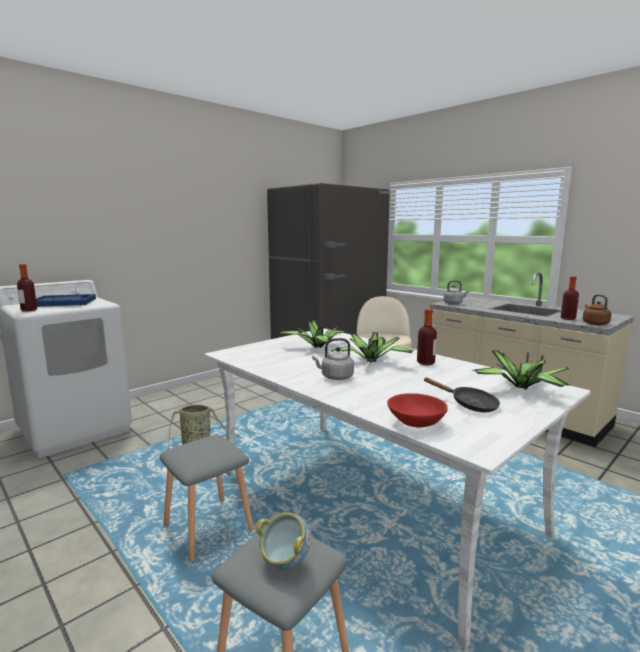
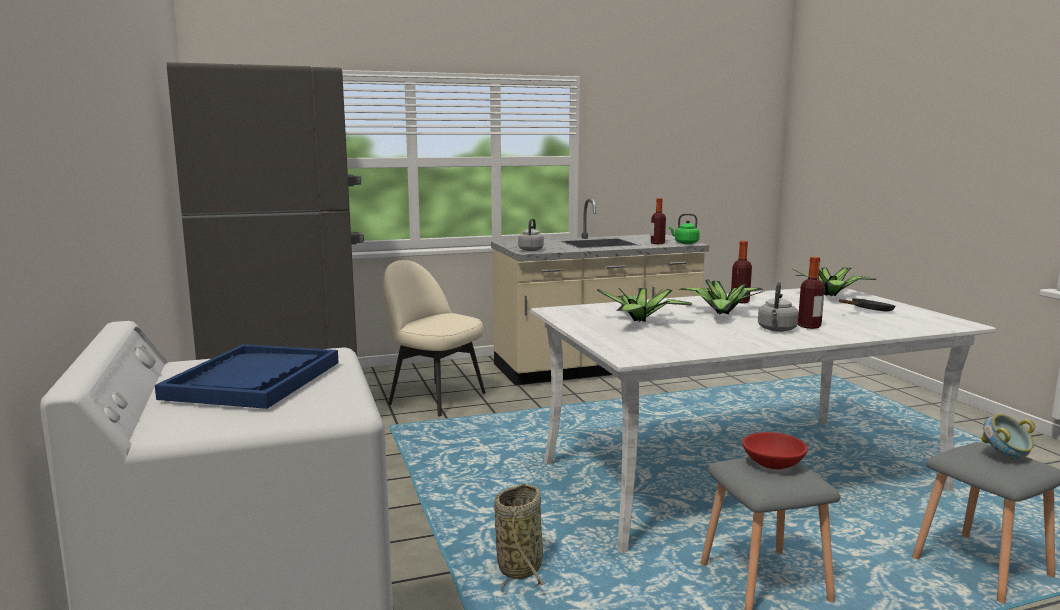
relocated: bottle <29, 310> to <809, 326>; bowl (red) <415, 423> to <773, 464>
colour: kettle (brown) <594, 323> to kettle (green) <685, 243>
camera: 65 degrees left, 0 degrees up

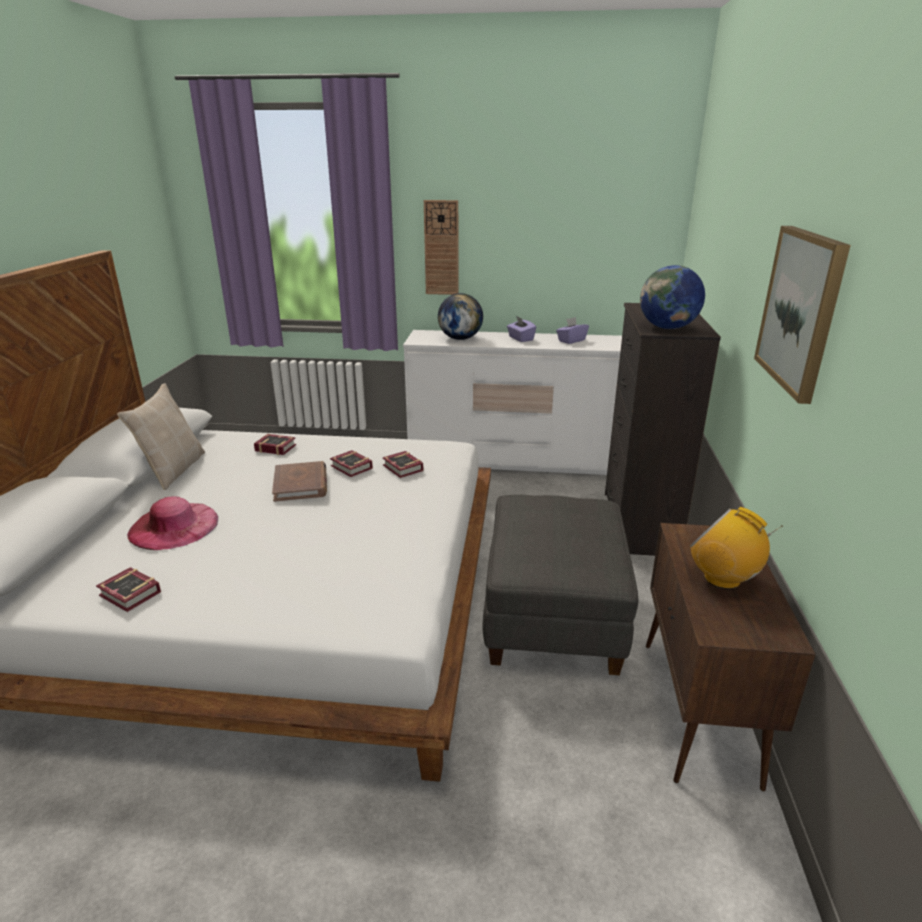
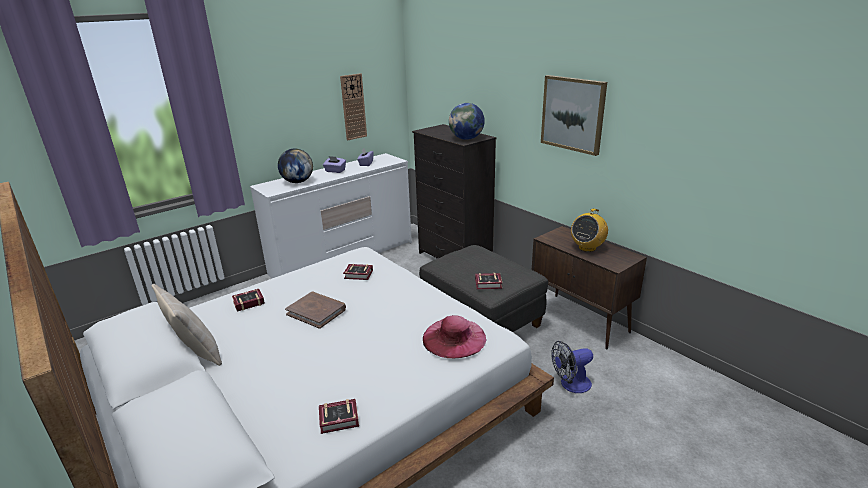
appeared: fan <570, 384>
relocated: hat (pink) <174, 526> to <454, 338>; book <351, 468> to <489, 284>; wall clock <441, 248> to <353, 107>
spun: radio <722, 578> = <587, 248> 45 degrees counterclockwise
camera: 45 degrees left, 0 degrees up

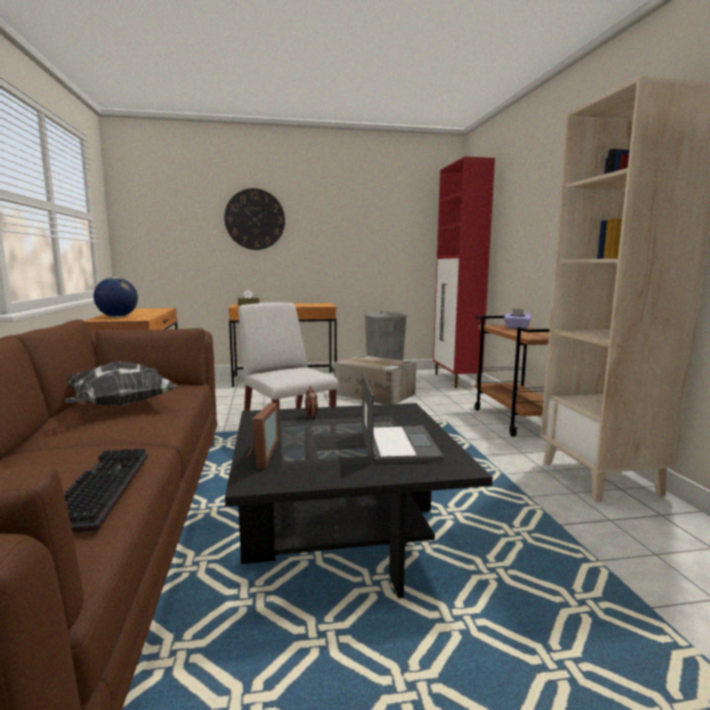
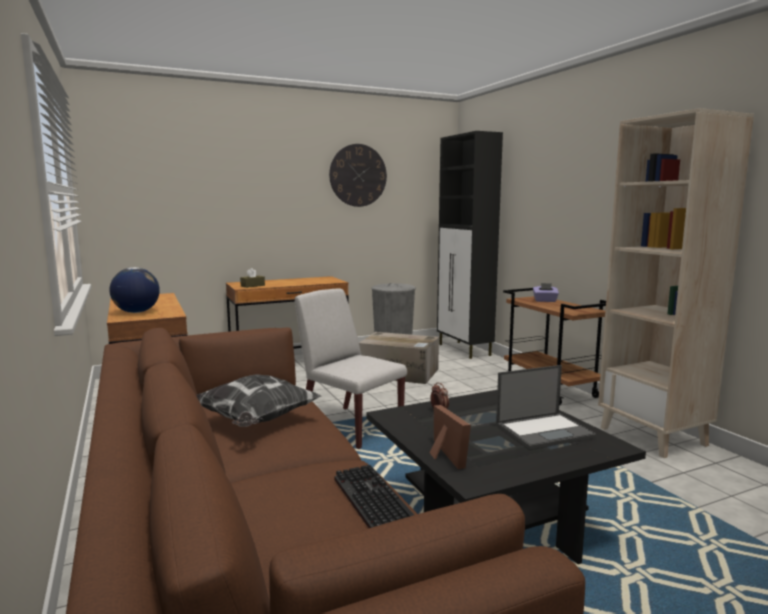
relocated: wall clock <255, 219> to <358, 175>
colour: cabinet (red) <456, 380> to cabinet (black) <464, 350>
spun: laptop <398, 444> = <545, 431> 90 degrees clockwise
camera: 15 degrees left, 0 degrees up

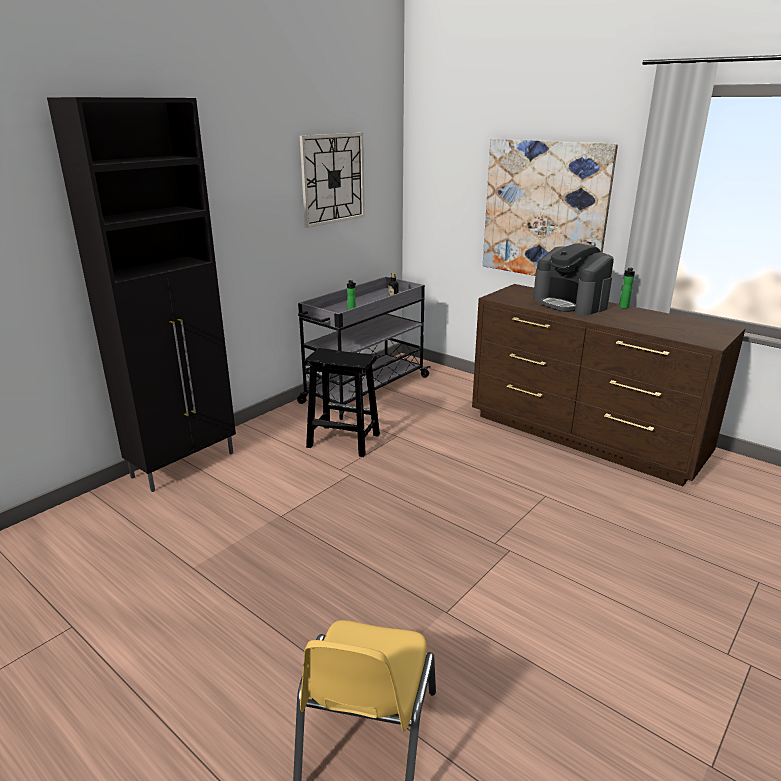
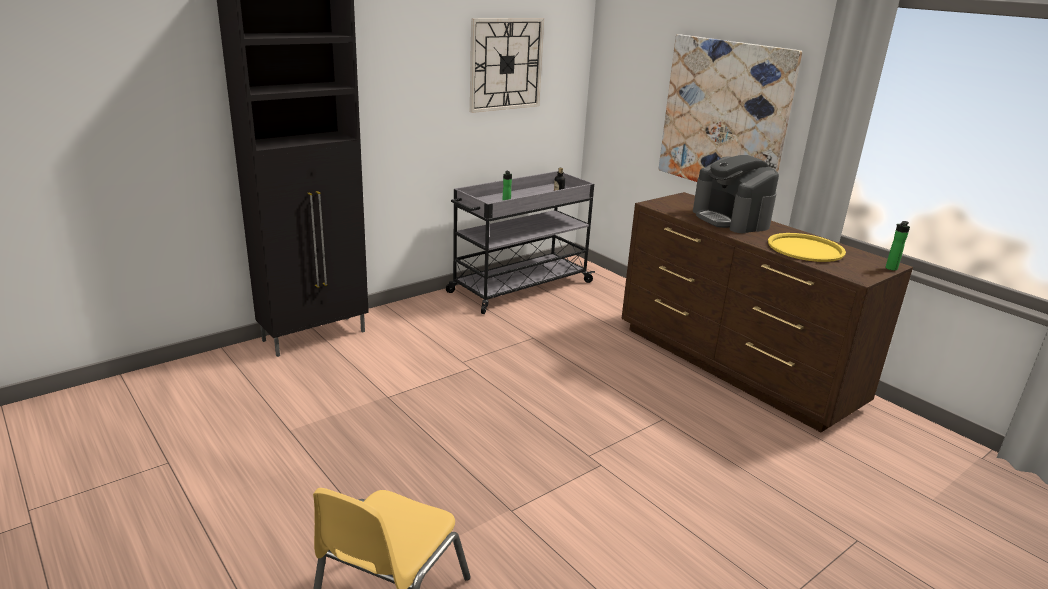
missing: stool (black) <342, 440>
appeared: tray (yellow) <805, 248>
relocated: bottle <623, 307> to <890, 269>
camera: 10 degrees right, 0 degrees up

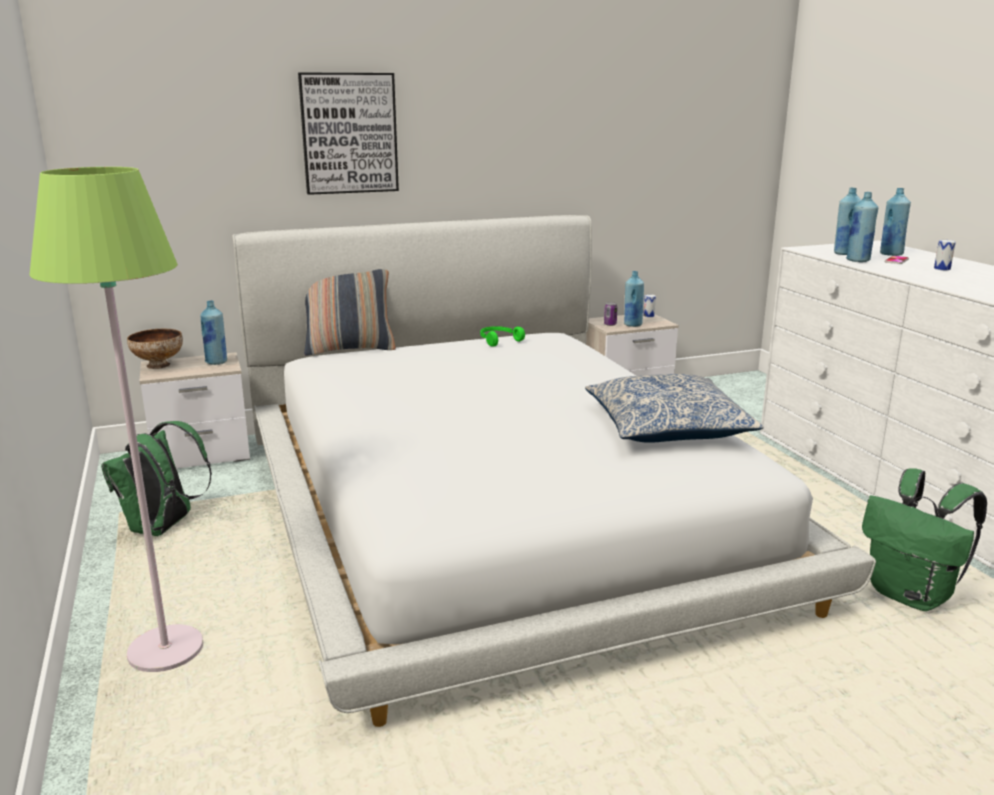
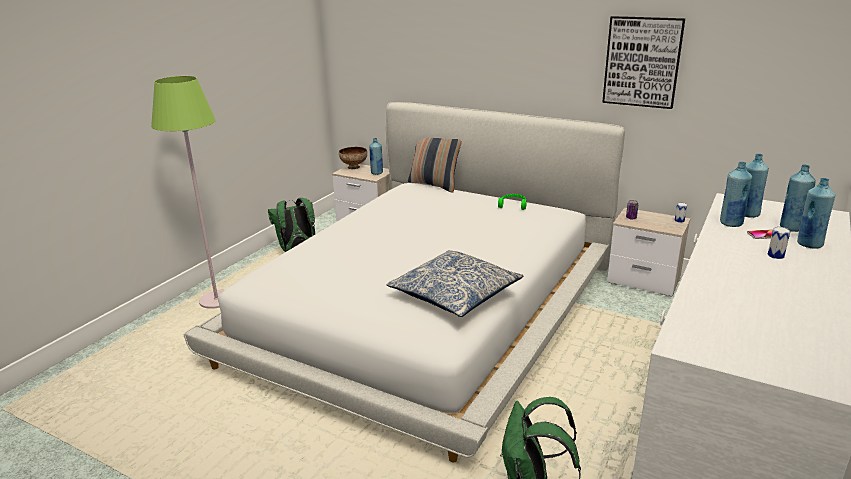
relocated: picture <349, 133> to <642, 62>; bottle (blue) <632, 324> to <809, 244>
camera: 50 degrees right, 5 degrees up

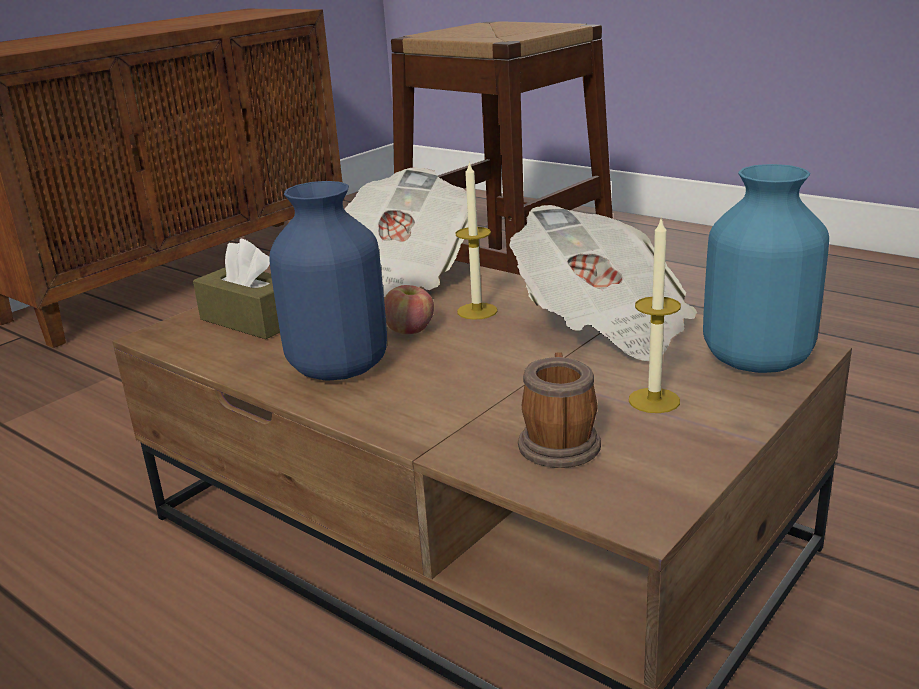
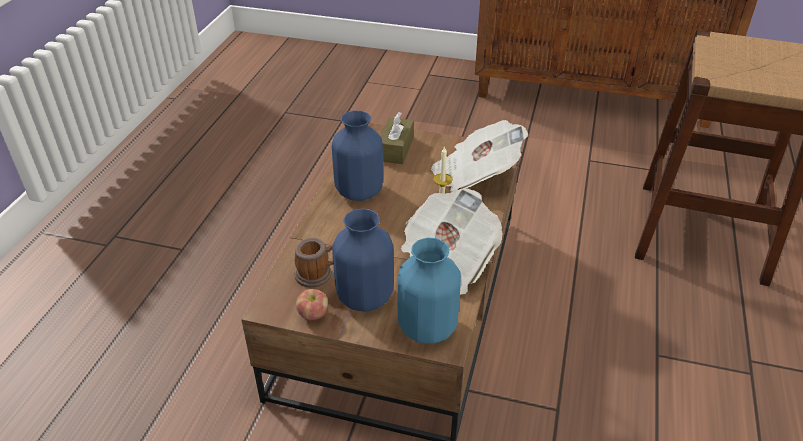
relocated: apple <410, 330> to <313, 315>
exchanged: candle <654, 400> to vase (blue) <365, 297>
camera: 65 degrees right, 15 degrees up

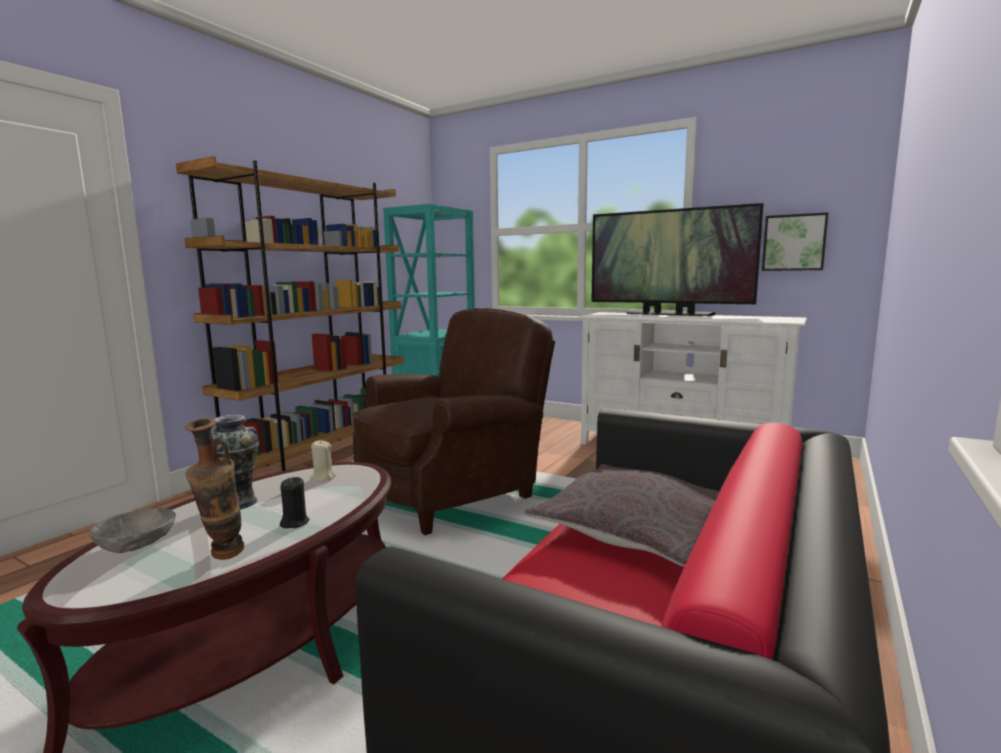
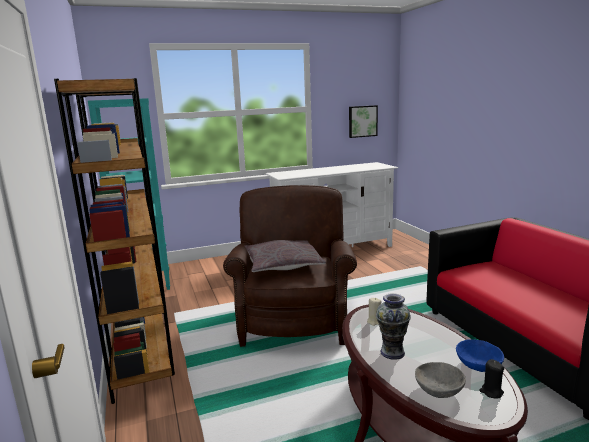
missing: television <668, 314>
relocated: candle (black) <295, 522> to <491, 392>; pillow (grey) <635, 529> to <282, 264>
exchanged: vase <223, 558> to bowl (blue) <477, 365>
camera: 50 degrees left, 5 degrees up

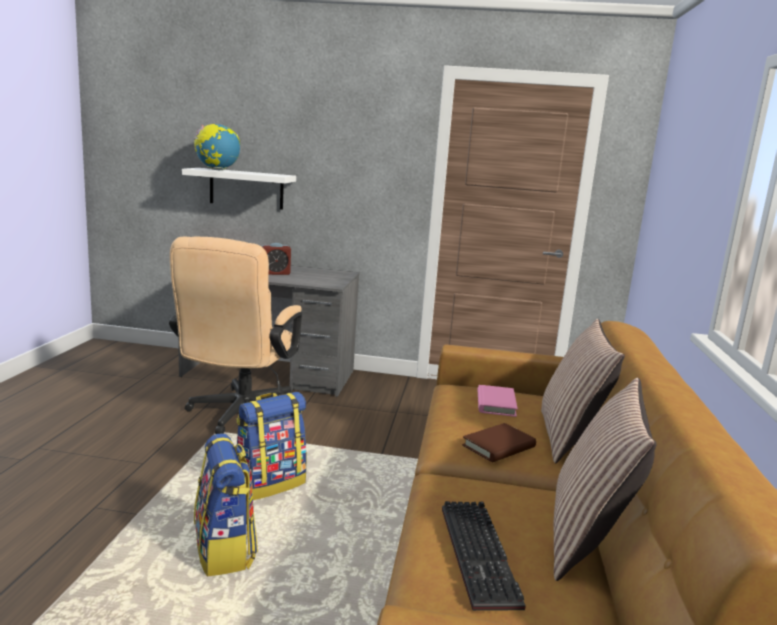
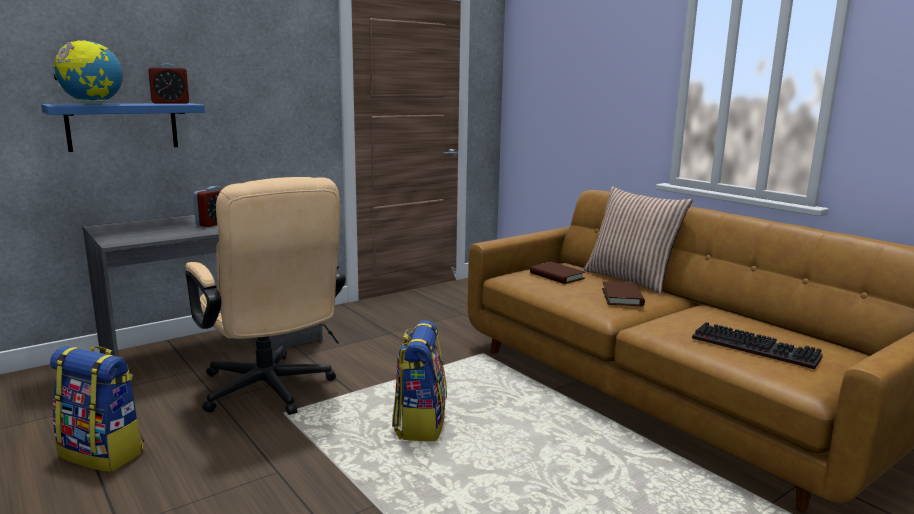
missing: pillow <588, 538>
appeared: alarm clock <170, 103>
relocated: backpack <225, 551> to <103, 453>
colour: shelf (white) <246, 189> to shelf (blue) <122, 126>; book (pink) <496, 404> to book (brown) <556, 276>
camera: 45 degrees left, 0 degrees up

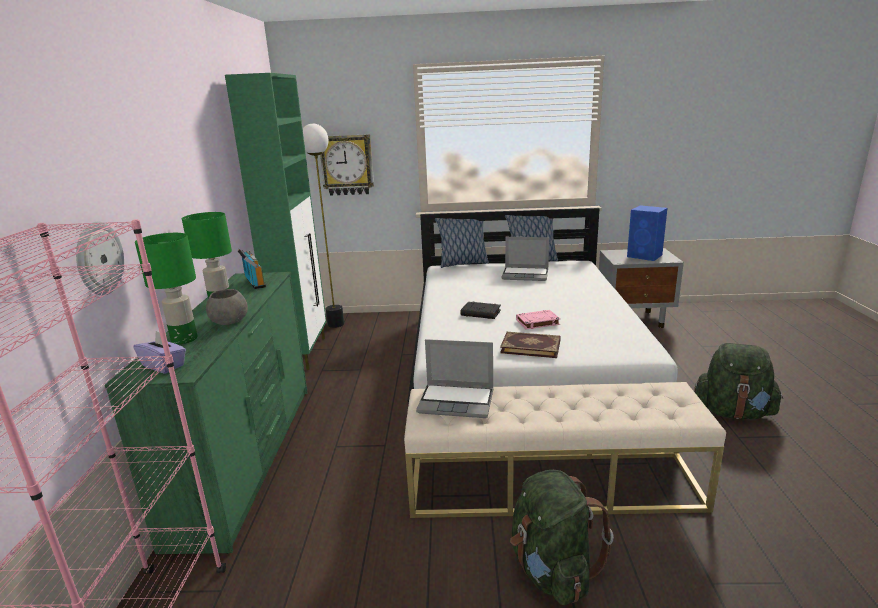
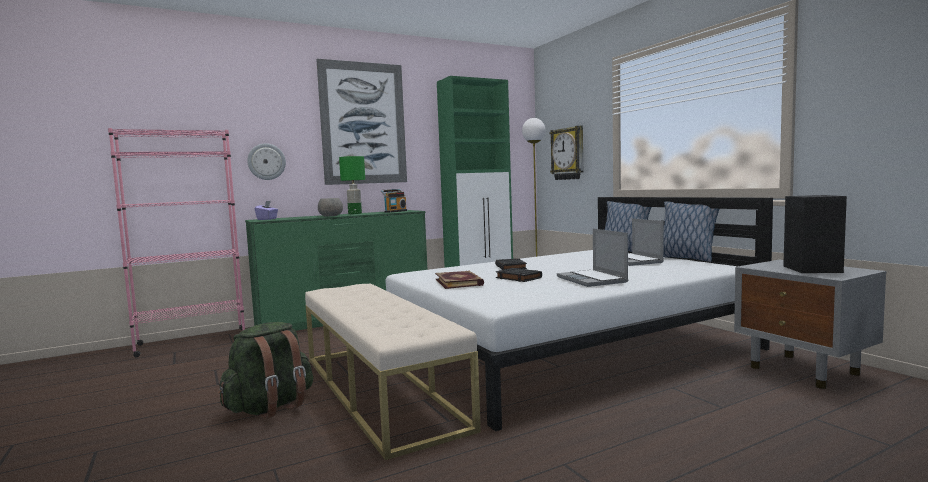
missing: table lamp (green) <185, 339>; backpack (green) <733, 412>
appeared: picture <363, 123>
relocated: laptop <457, 401> to <593, 280>
colour: book (pink) <537, 322> to book (black) <518, 278>; speaker (blue) <645, 256> to speaker (black) <812, 269>
camera: 60 degrees right, 15 degrees down

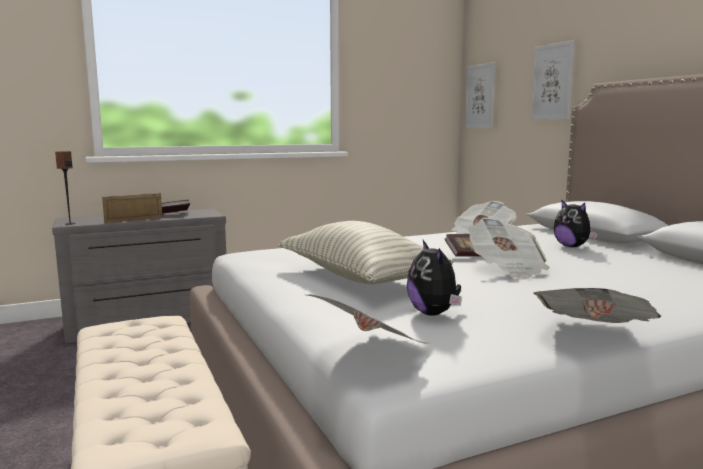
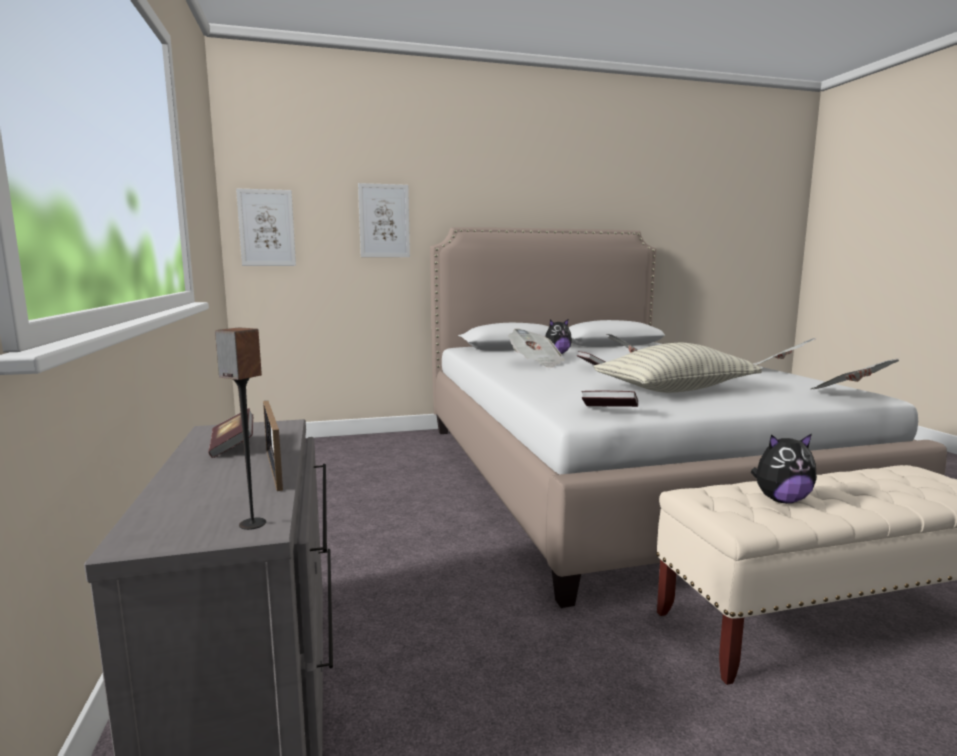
appeared: book <609, 410>
relocated: plush toy <434, 313> to <781, 500>
camera: 80 degrees left, 0 degrees up

